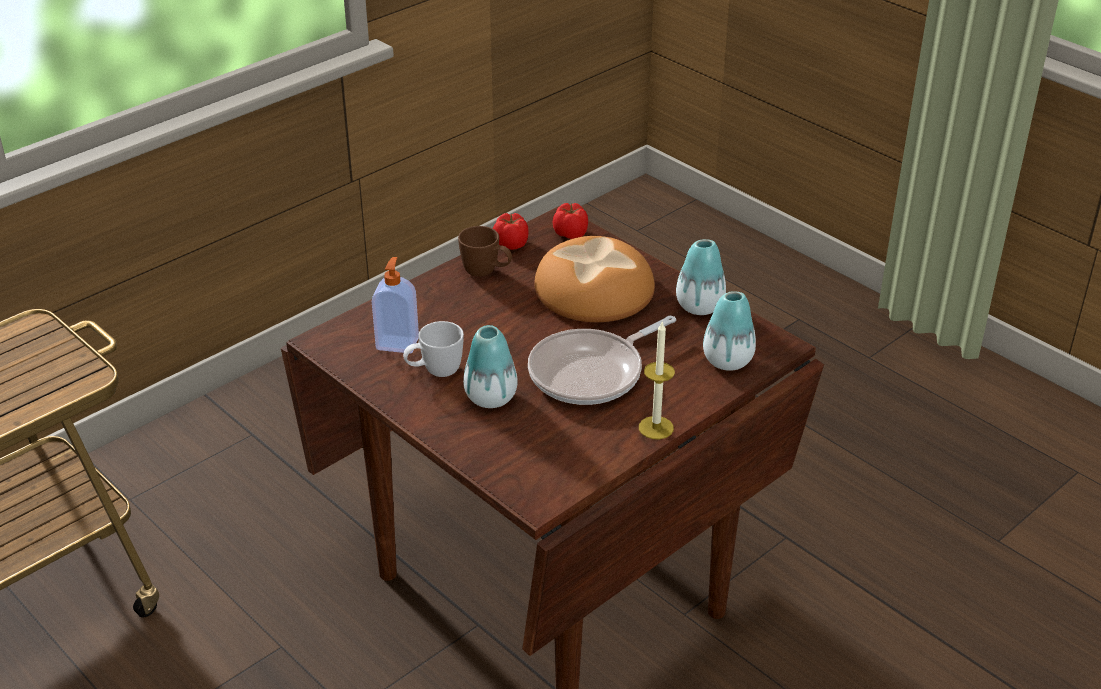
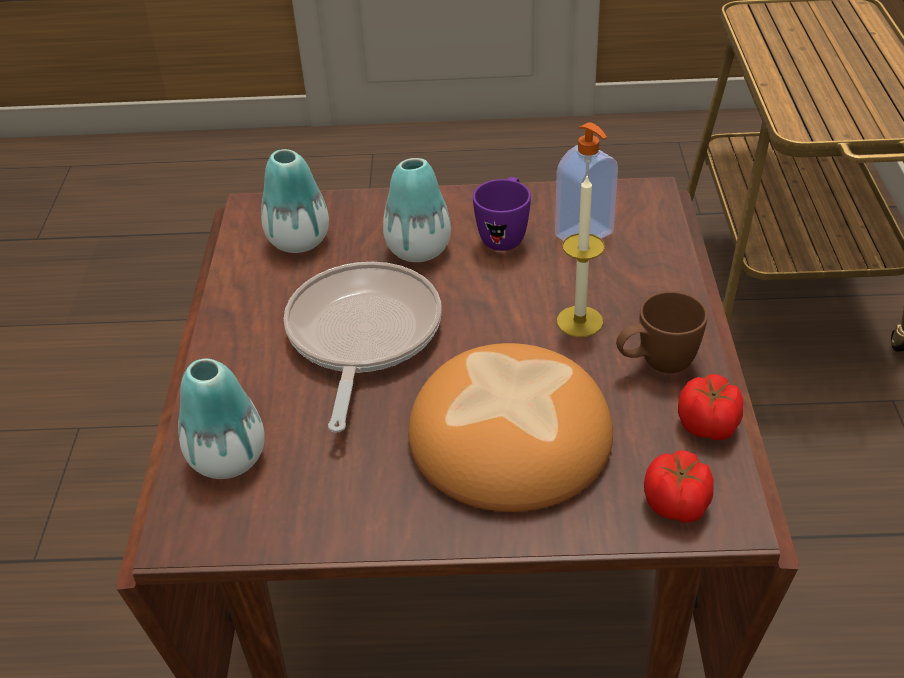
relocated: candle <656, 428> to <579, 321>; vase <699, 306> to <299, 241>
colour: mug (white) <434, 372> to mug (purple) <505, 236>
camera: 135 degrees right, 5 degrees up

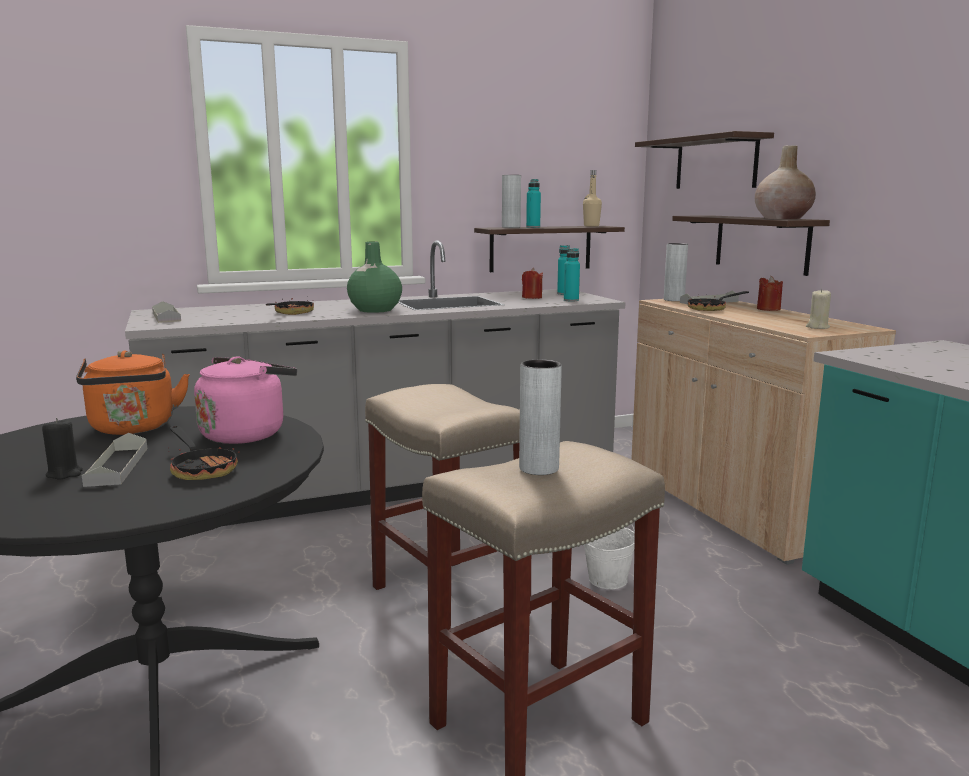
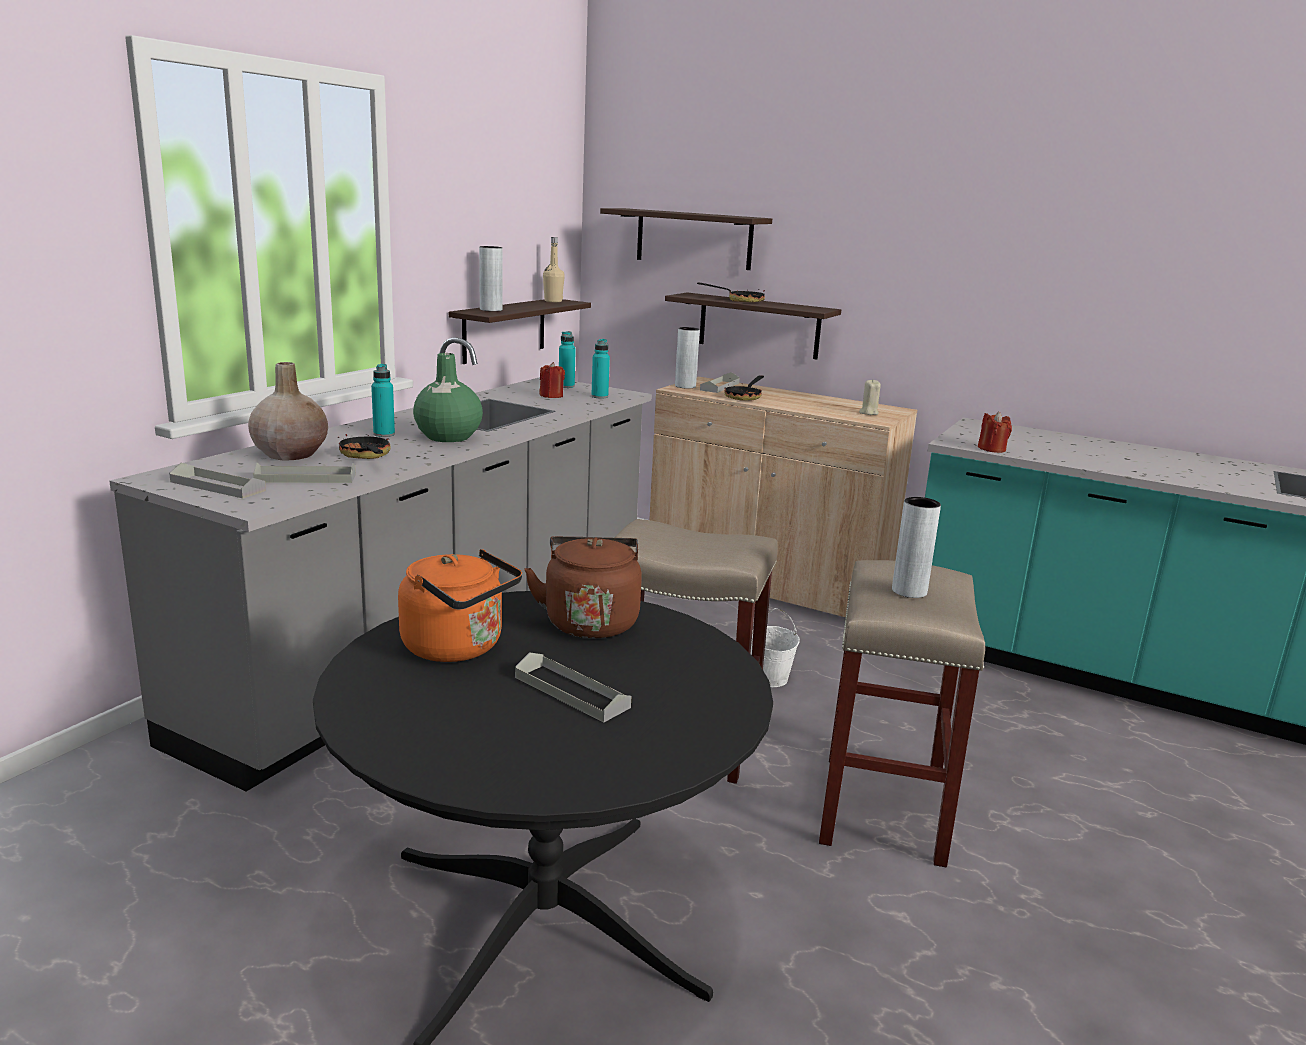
missing: candle (black) <64, 473>
appeared: tray (grey) <305, 478>
relocated: frying pan <201, 469> to <740, 300>; bottle (turquoise) <533, 227> to <384, 434>; vase (beige) <783, 218> to <291, 454>; candle (red) <768, 309> to <992, 449>
colour: kettle (pink) <246, 434> to kettle (brown) <590, 621>
camera: 40 degrees left, 5 degrees up

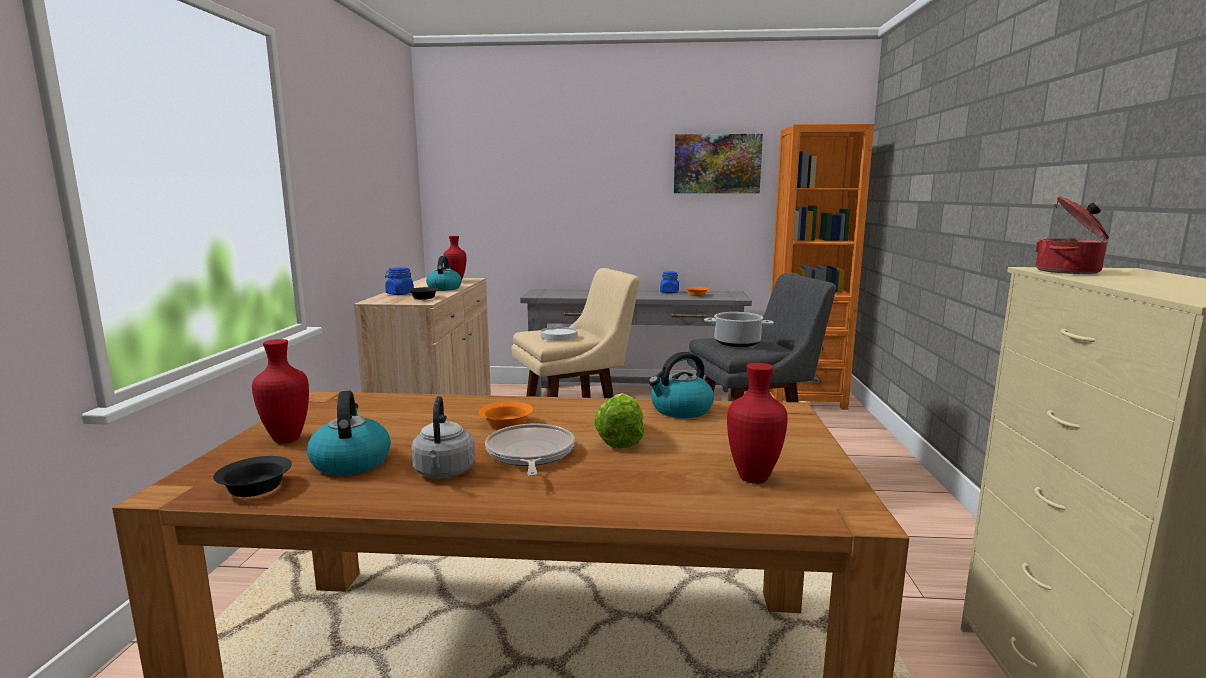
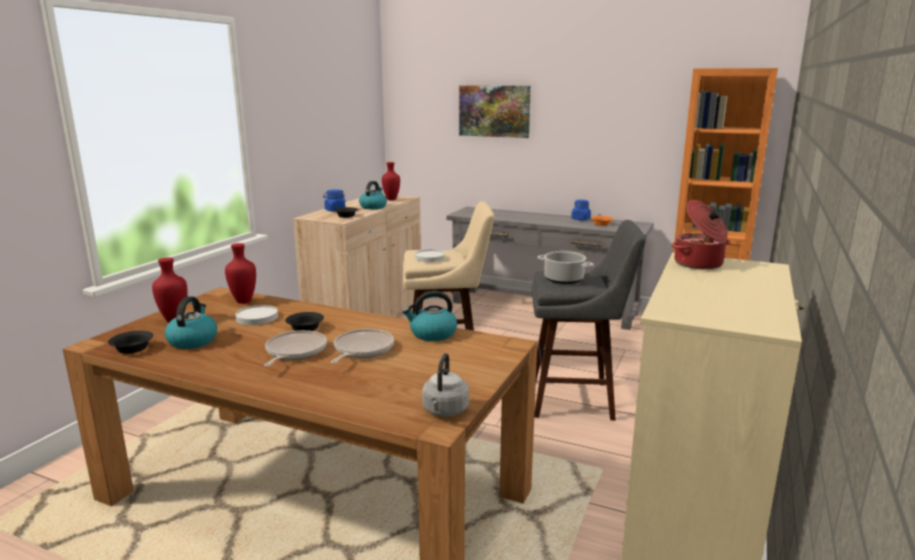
appeared: plate (white) <257, 317>
relocated: kettle (grey) <444, 473> to <445, 411>; picture <717, 164> to <494, 111>; vase (red) <752, 479> to <242, 301>
exchanged: lettuce <619, 439> to frying pan <362, 350>
colour: bowl (orange) <505, 424> to bowl (black) <304, 328>
camera: 20 degrees right, 5 degrees up

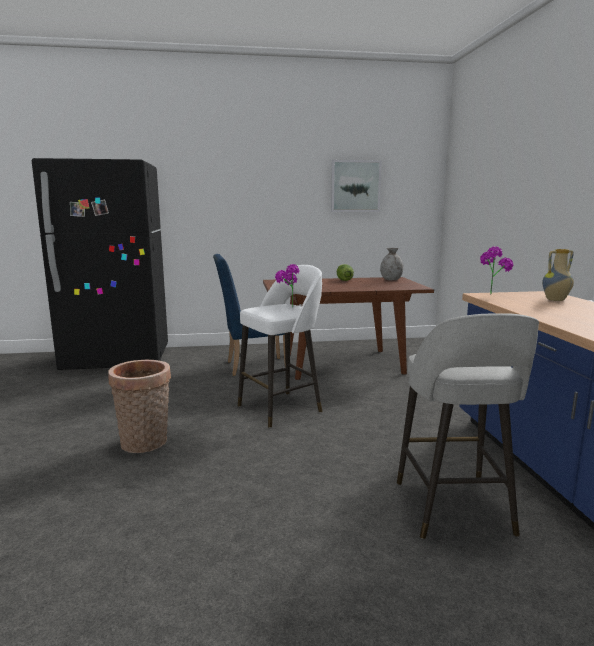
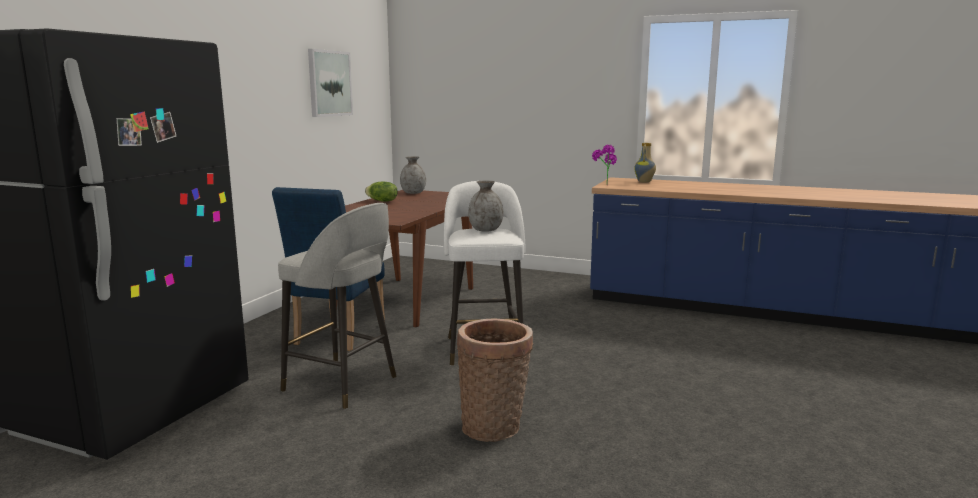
relocated: stool (grey) <454, 510> to <342, 384>
exchanged: potted plant <287, 307> to vase (grey) <486, 230>
camera: 60 degrees left, 0 degrees up

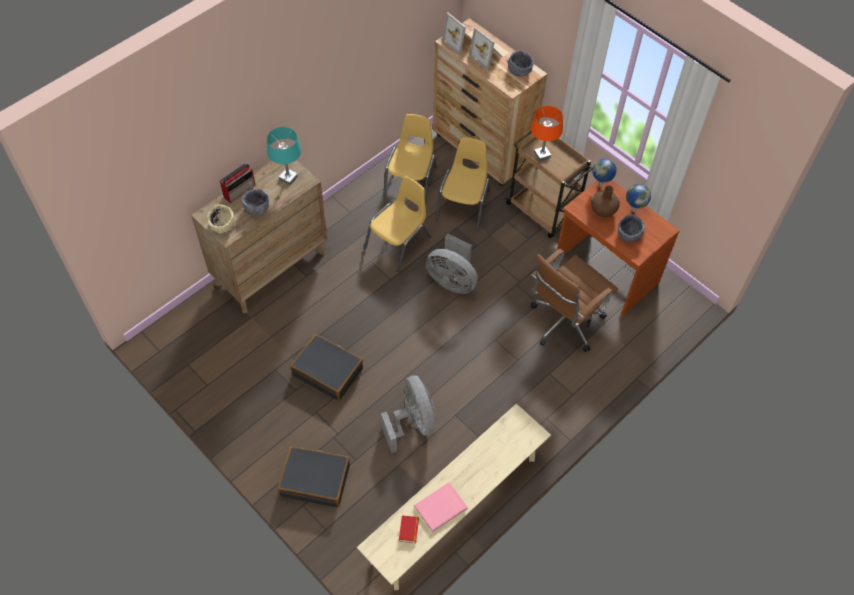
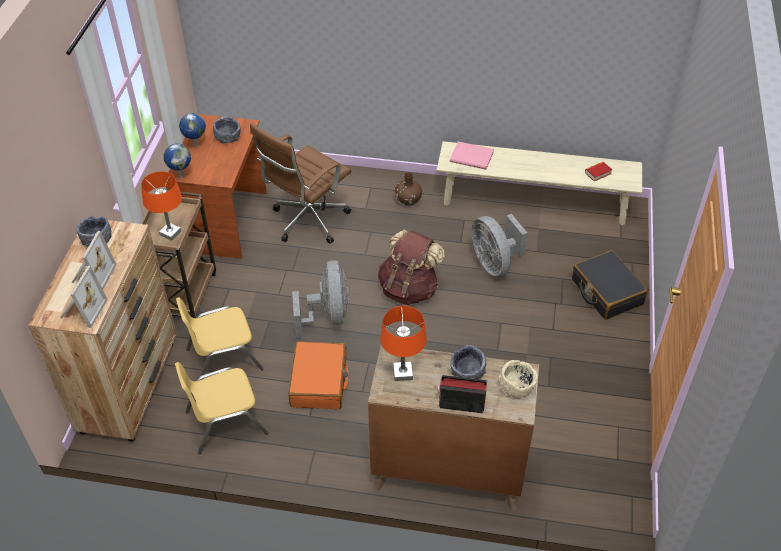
missing: suitcase (black) <328, 371>
appeared: backpack (brown) <409, 289>
relocated: book (pink) <441, 508> to <472, 156>; vase (brown) <603, 210> to <408, 200>
exchanged: chair (yellow) <398, 243> to suitcase (orange) <319, 382>
colour: table lamp (turquoise) <288, 178> to table lamp (orange) <403, 373>
spun: fan (grey) <412, 423> = <494, 263> 60 degrees counterclockwise; office chair (brown) <563, 324> = <307, 222> 120 degrees clockwise
camera: 125 degrees left, 10 degrees down

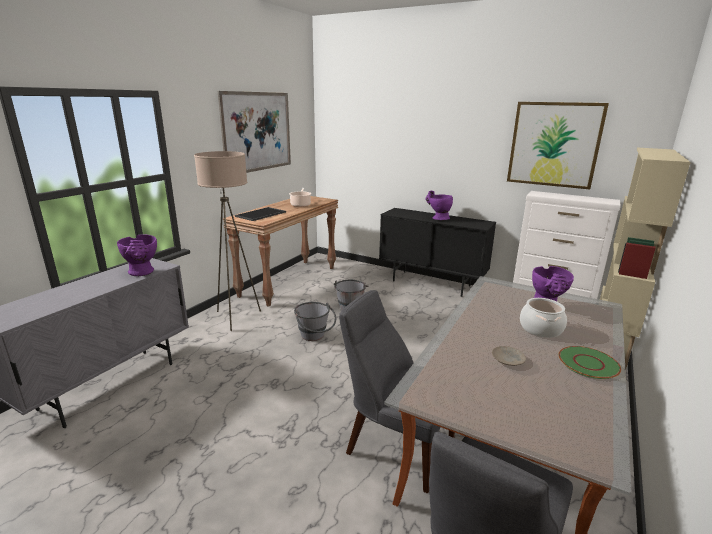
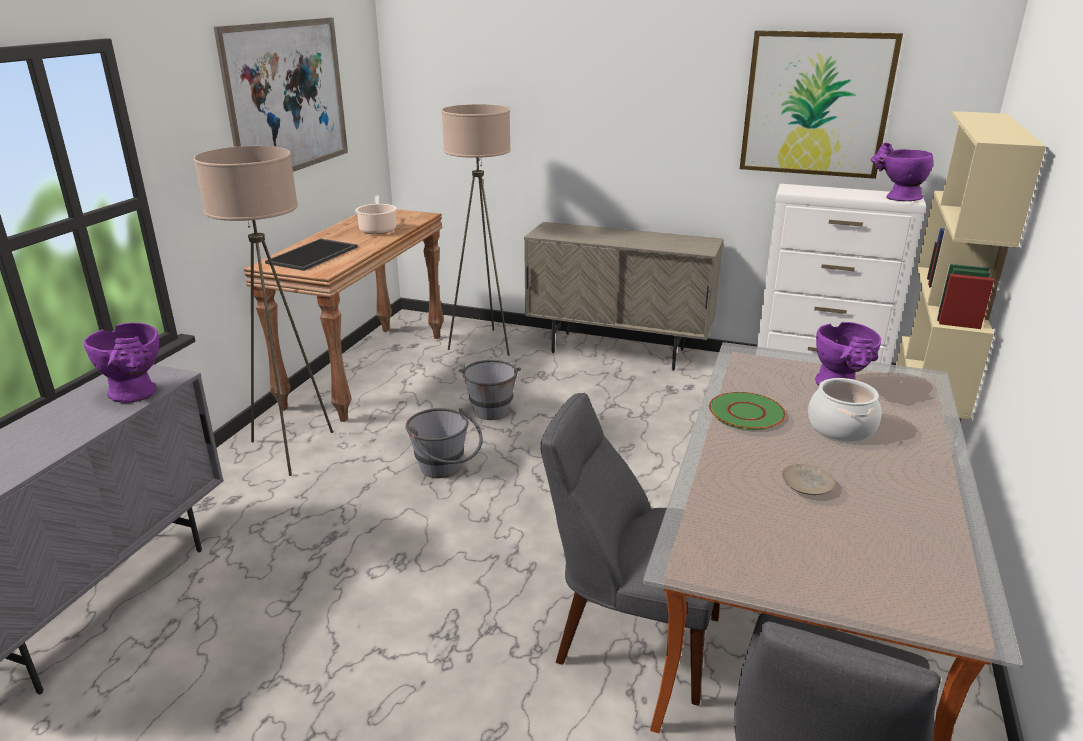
appeared: floor lamp (beige) <484, 344>
relocated: vase (purple) <437, 218> to <896, 198>; plate (green) <588, 363> to <746, 412>
colour: cabinet (black) <431, 283> to cabinet (beige) <618, 351>
camera: 10 degrees left, 5 degrees up

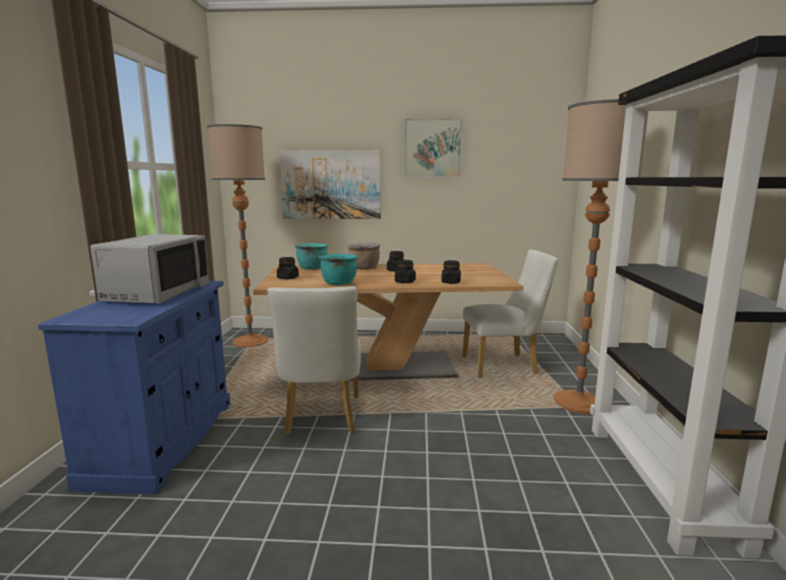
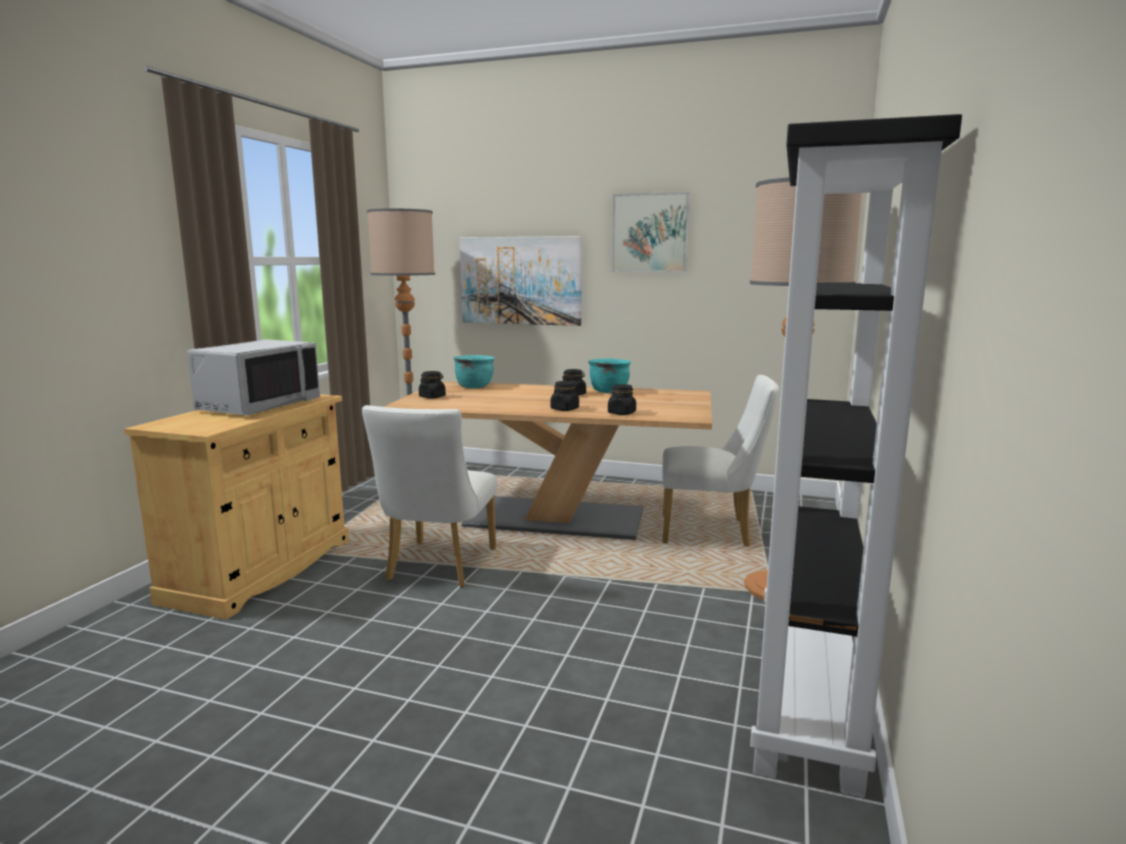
missing: cooking pot (brown) <364, 268>
relocated: cooking pot (turquoise) <338, 283> to <608, 391>
colour: cabinet (blue) <163, 441> to cabinet (beige) <261, 570>
camera: 15 degrees right, 0 degrees up

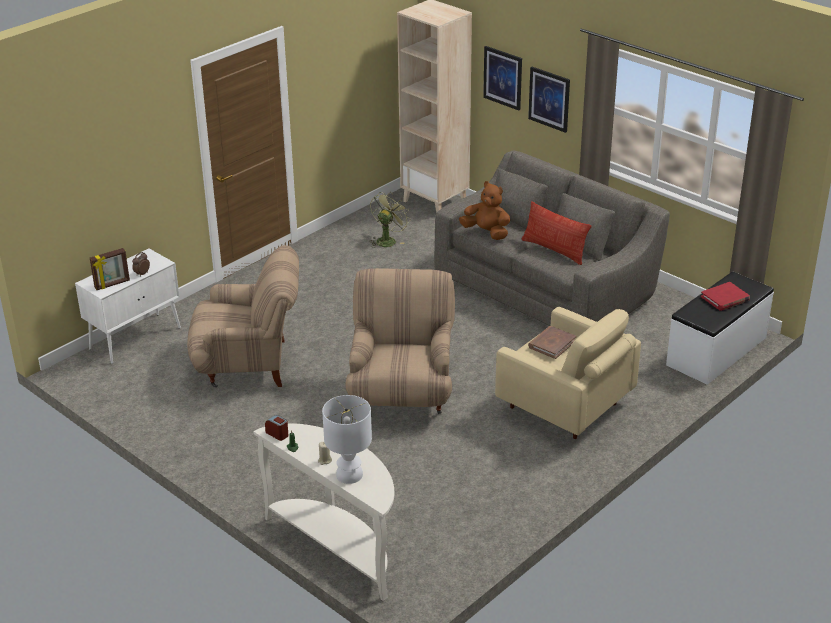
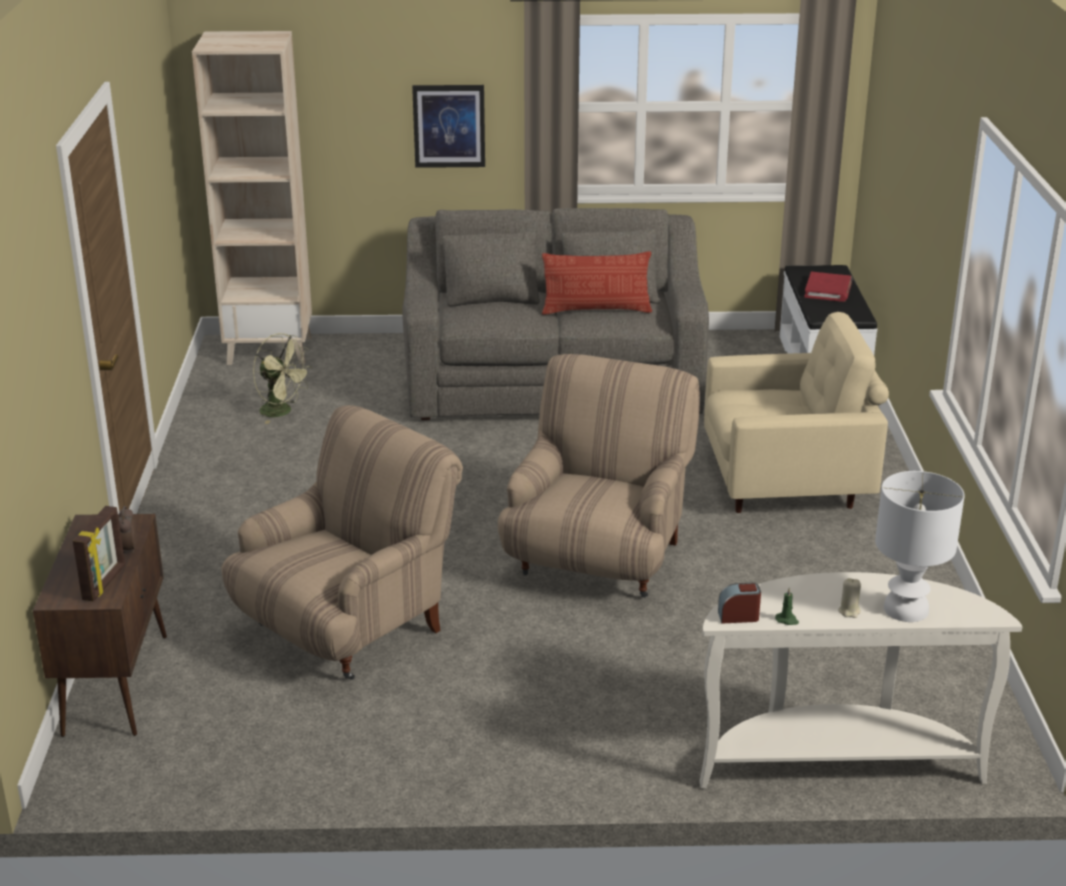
missing: plush toy (brown) <486, 232>; picture <503, 77>; book (brown) <552, 344>
colour: cabinet (white) <136, 338> to cabinet (brown) <116, 683>
spun: armchair (beige) <402, 393> = <598, 559> 60 degrees clockwise; fan (green) <387, 240> = <282, 412> 135 degrees clockwise
camera: 45 degrees left, 5 degrees down

